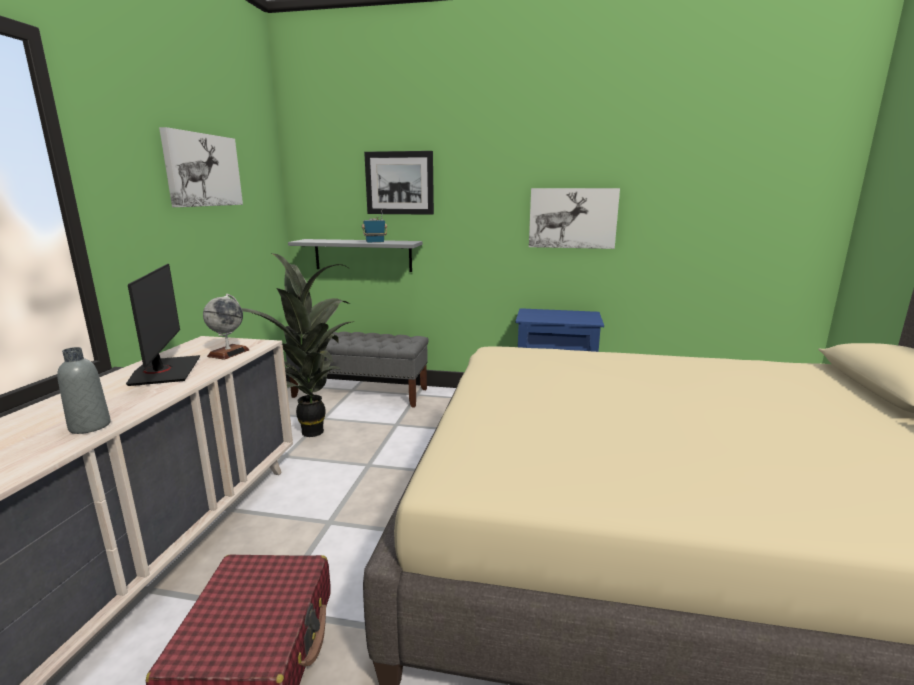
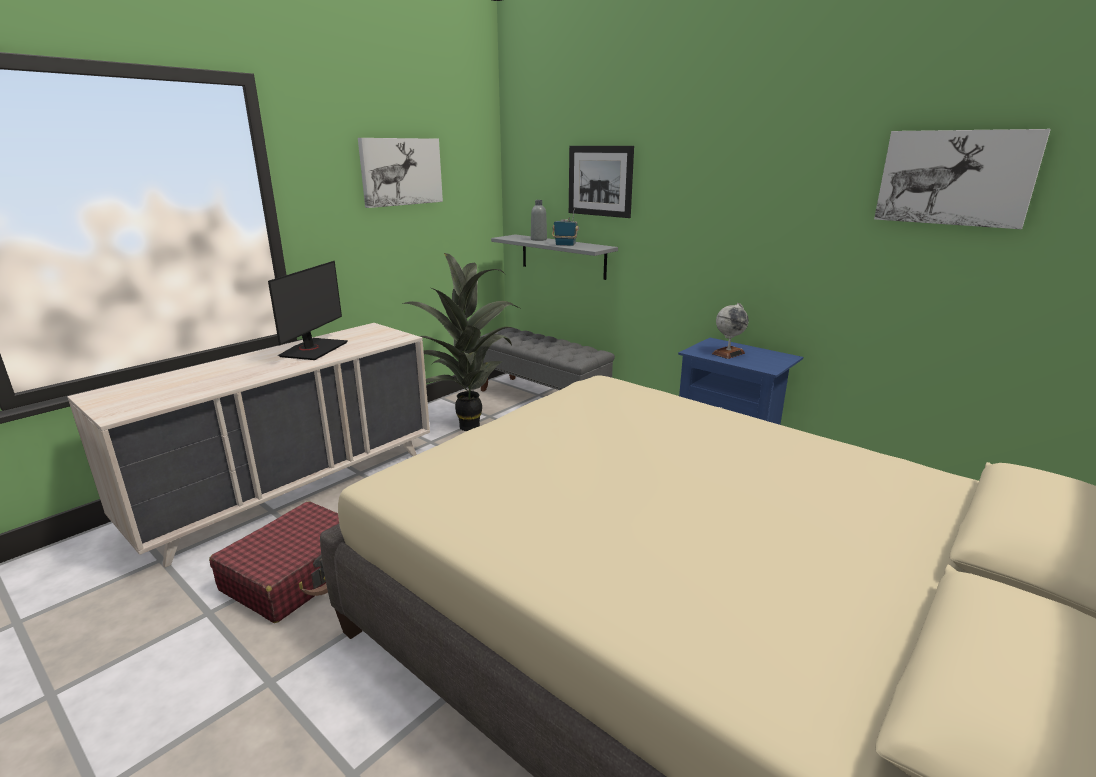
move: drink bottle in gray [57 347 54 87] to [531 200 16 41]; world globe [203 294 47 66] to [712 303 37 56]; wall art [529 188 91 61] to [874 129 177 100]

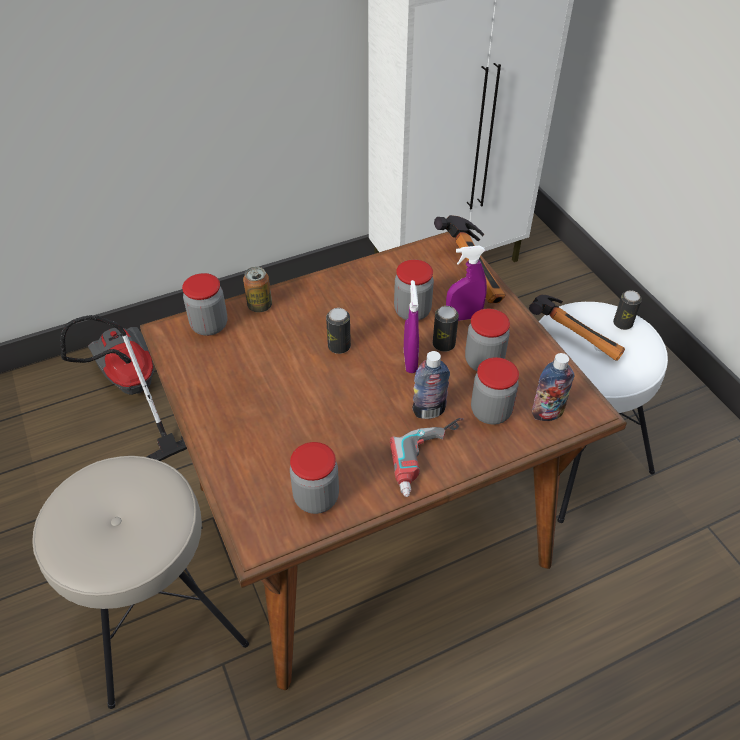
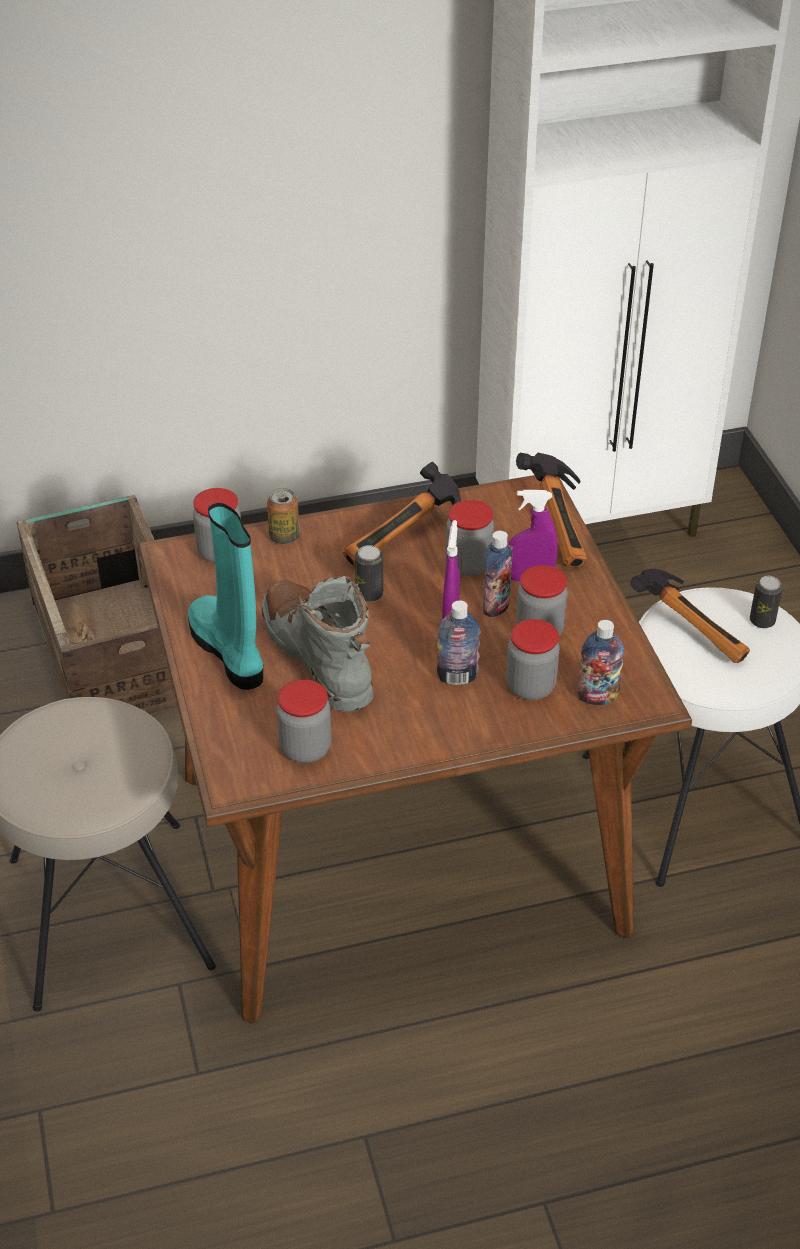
delete: drill [390 418 74 79]
insert: high-top boot in turquoise-coloured [188 503 75 187]; high-top boot in gray [261 576 112 136]; hand hammer [343 462 118 106]
replace: vacuum cleaner [60 315 127 146] to shipping crate [17 495 160 219]; can [433 306 26 46] to drink bottle [483 531 30 87]

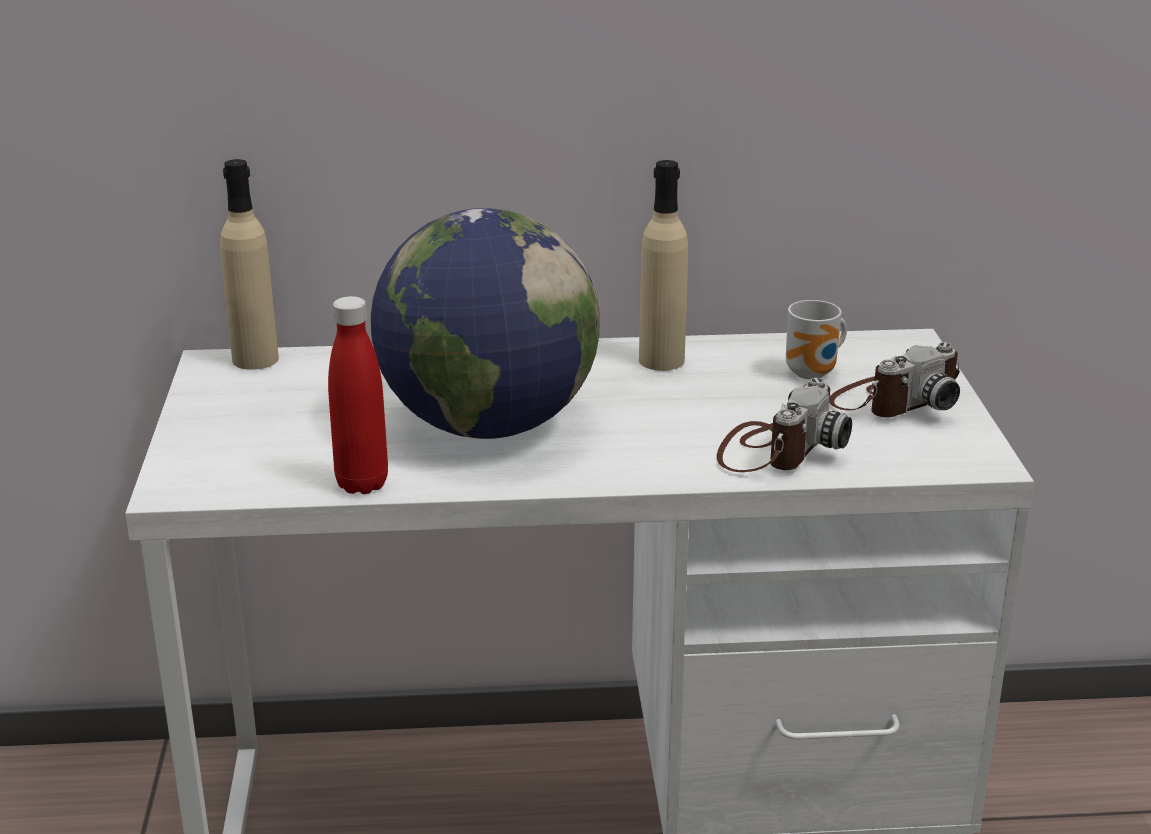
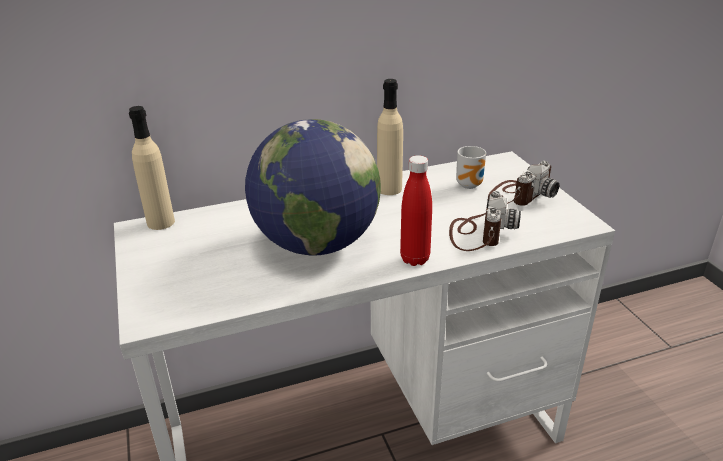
move: drink bottle in red [328 296 60 198] to [400 155 32 111]

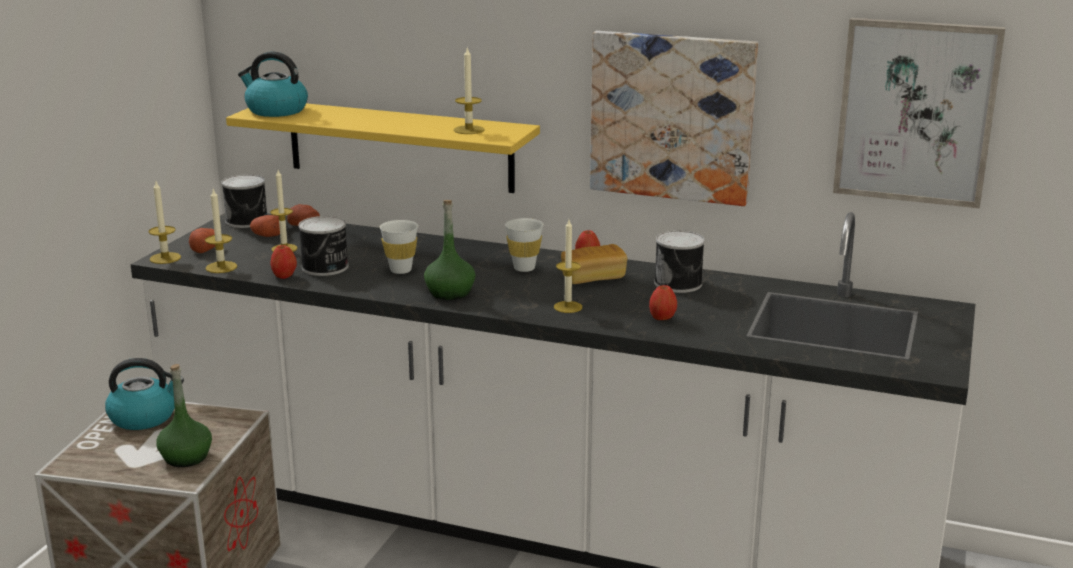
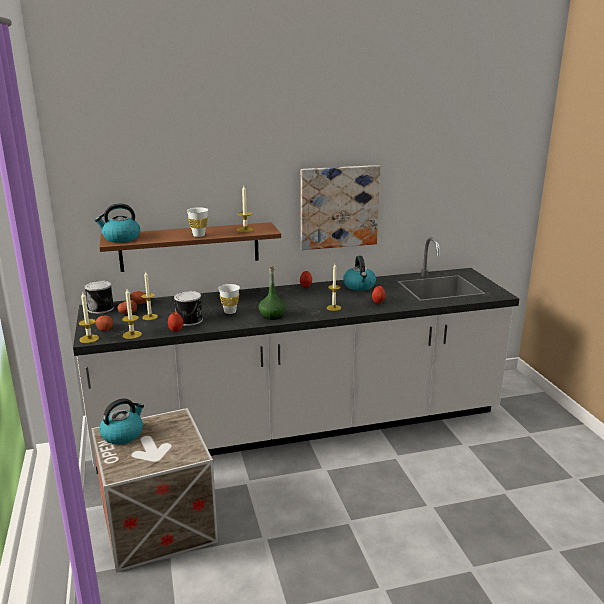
delete: drink bottle in green [156 364 56 103]; baked bread [561 244 66 40]; wall art [833 18 172 191]
move: drinking cup in white [505 218 38 54] to [187 208 21 29]
replace: can [654 230 51 63] to water kettle [343 256 33 35]
recolor: bracket shelf in yellow [226 103 314 90] to bracket shelf in brown [99 222 182 50]

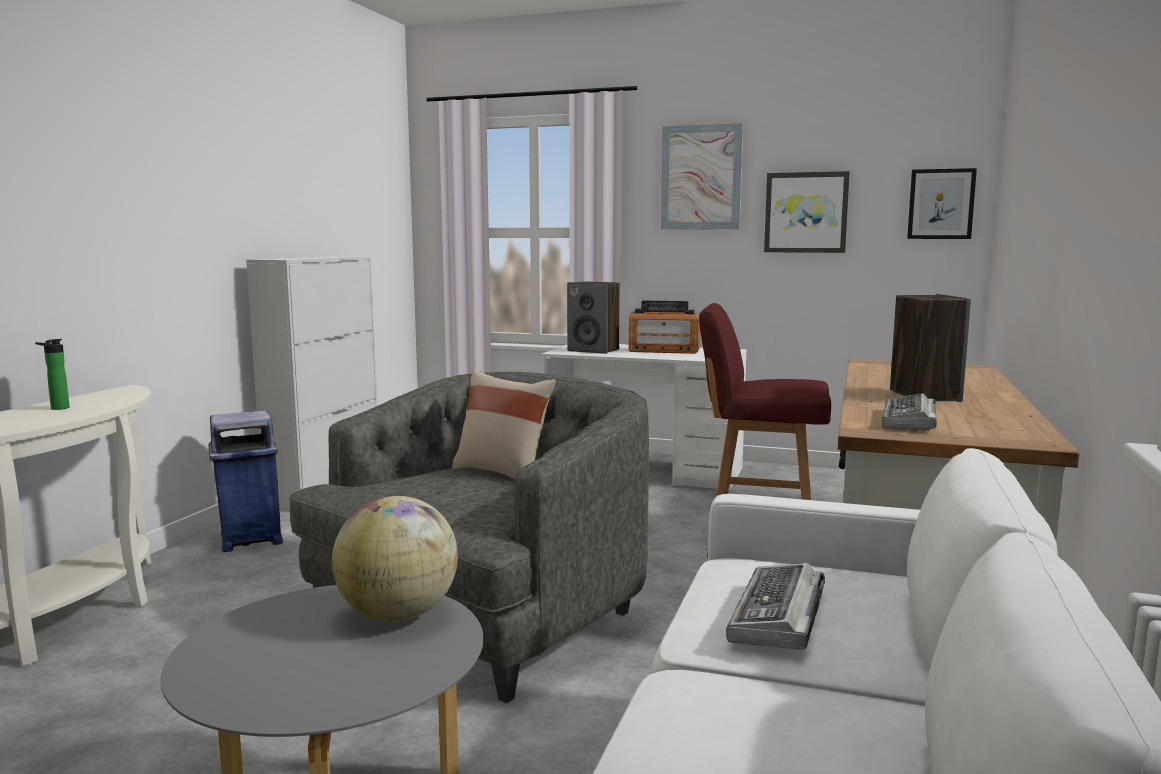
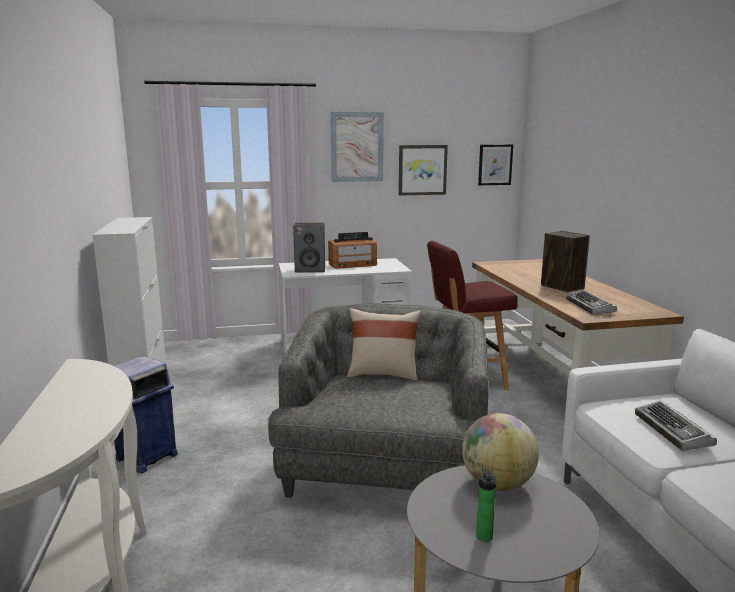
move: drink bottle [35 339 35 71] to [476 470 21 72]

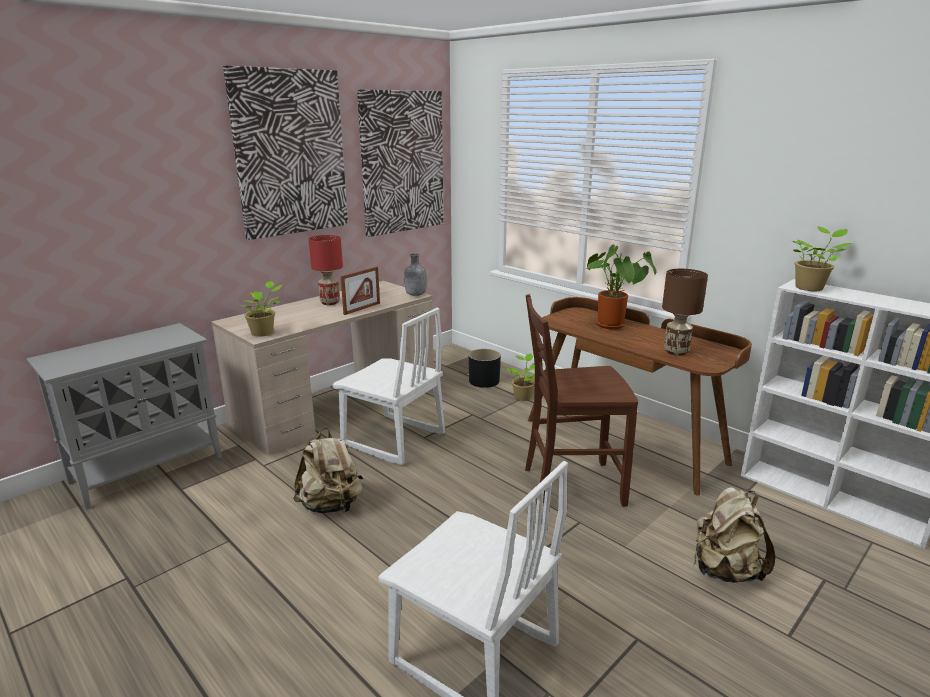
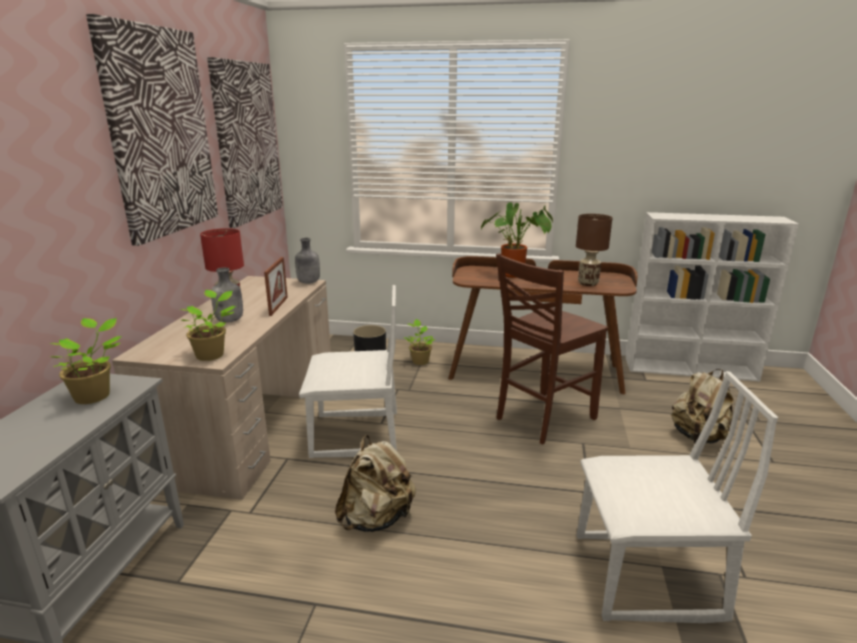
insert: drink bottle in gray [211 268 32 54]
move: plant in a pot [792 226 60 65] to [50 318 72 86]

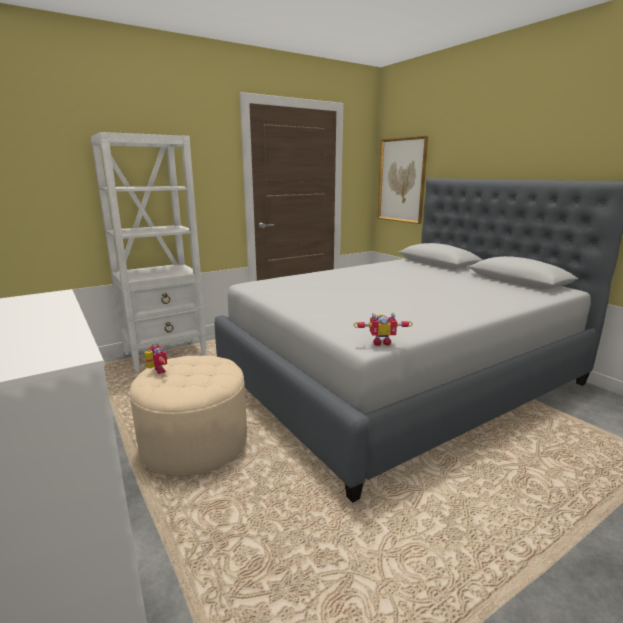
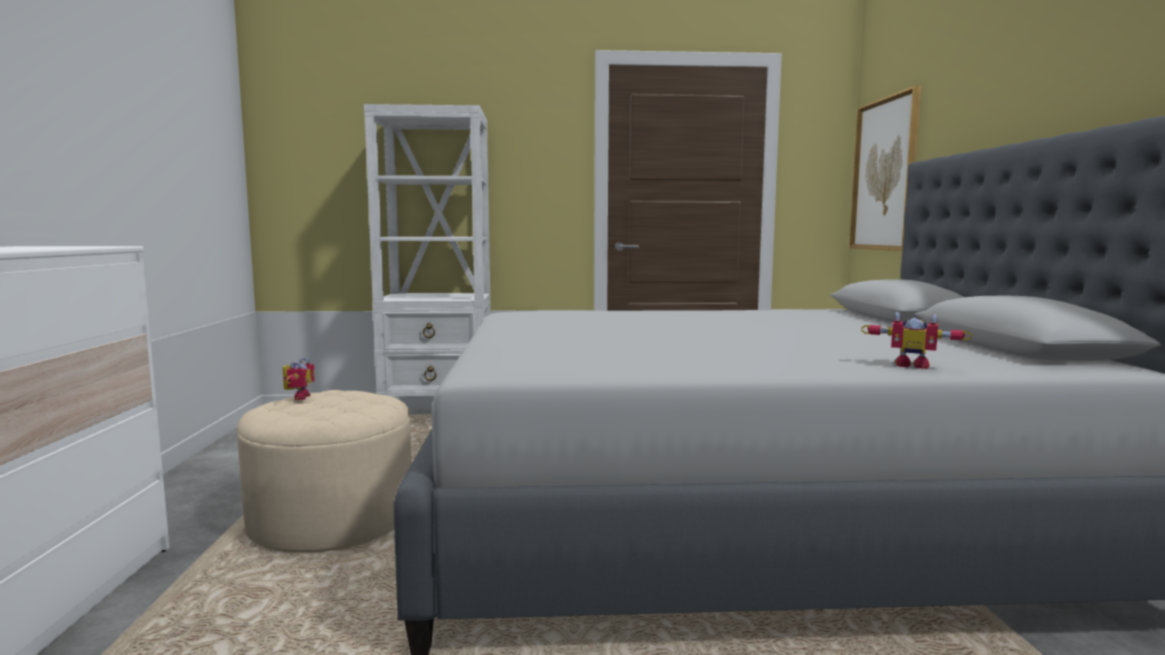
move: robot figure [354 313 59 33] to [861 312 111 57]

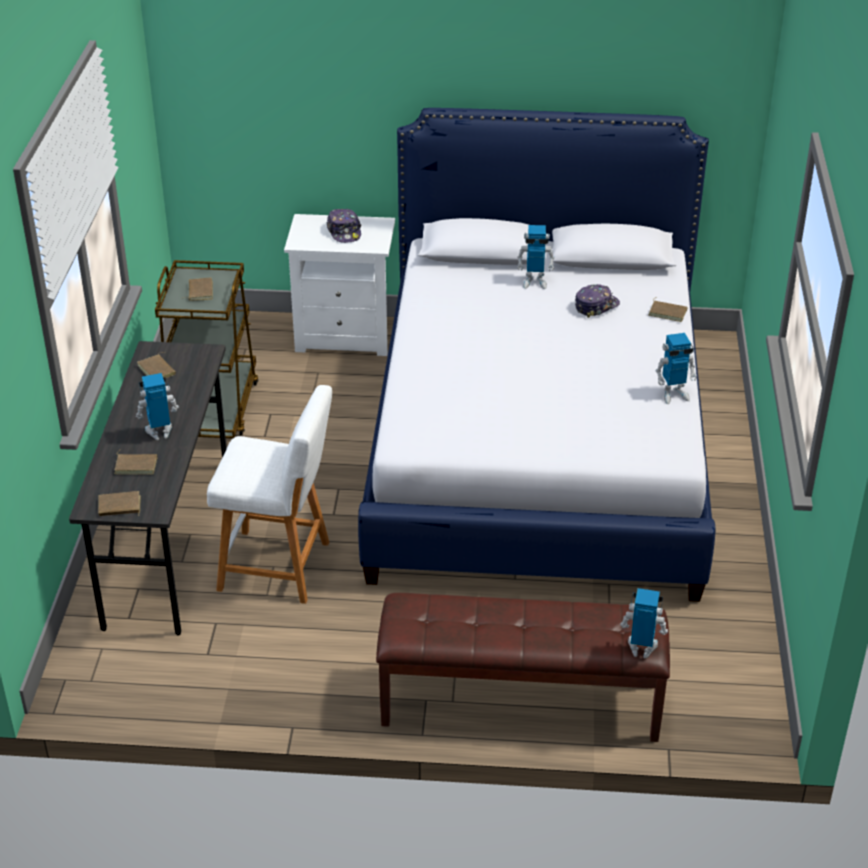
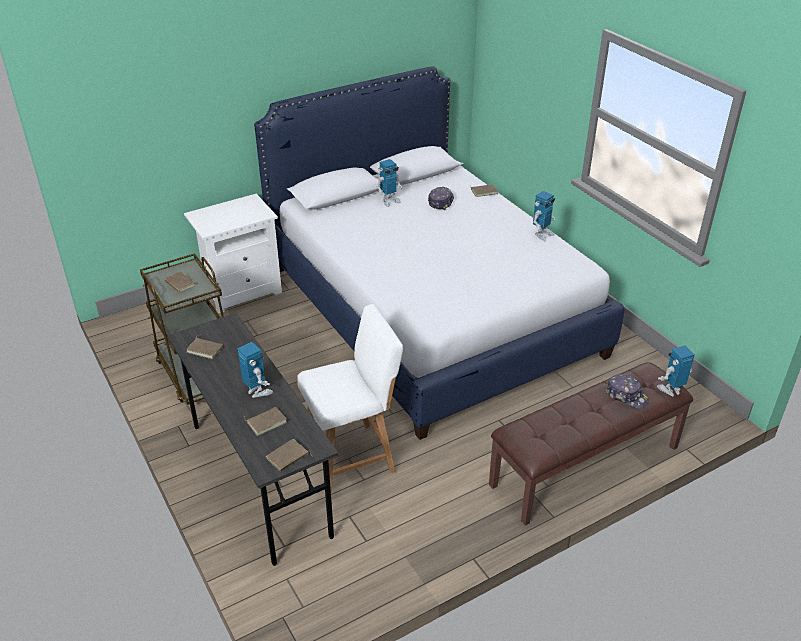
move: baseball cap [327 209 34 34] to [605 374 44 34]
rotate: robot figure [136 373 43 67] = [237 342 36 56] 105 degrees clockwise

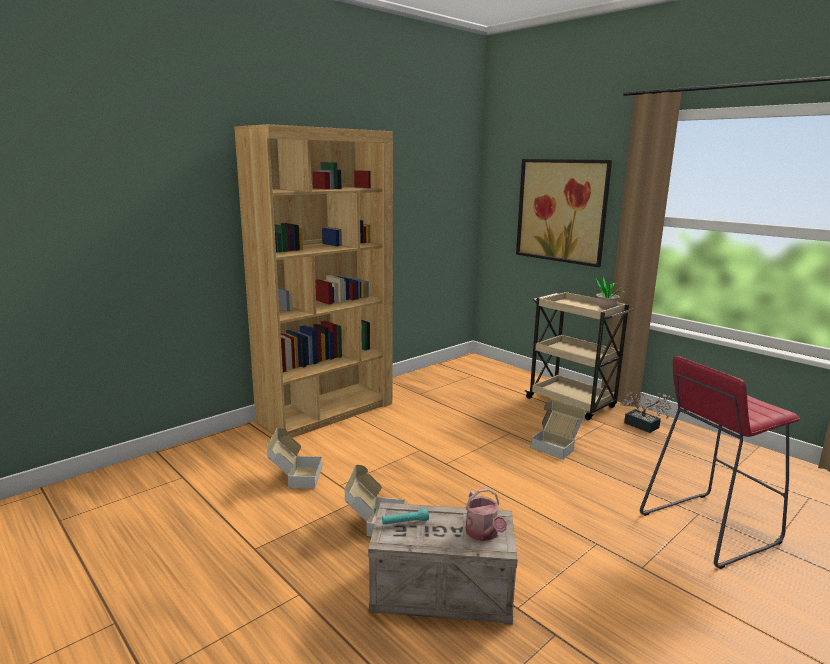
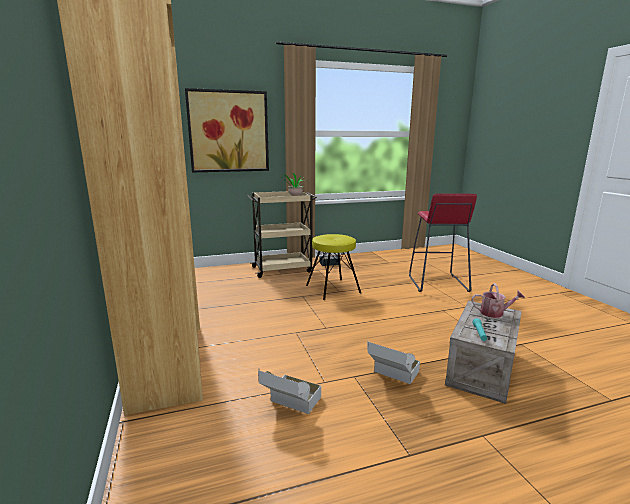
replace: packing box [531 400 54 60] to sitting stool in yellow [306 234 55 66]

